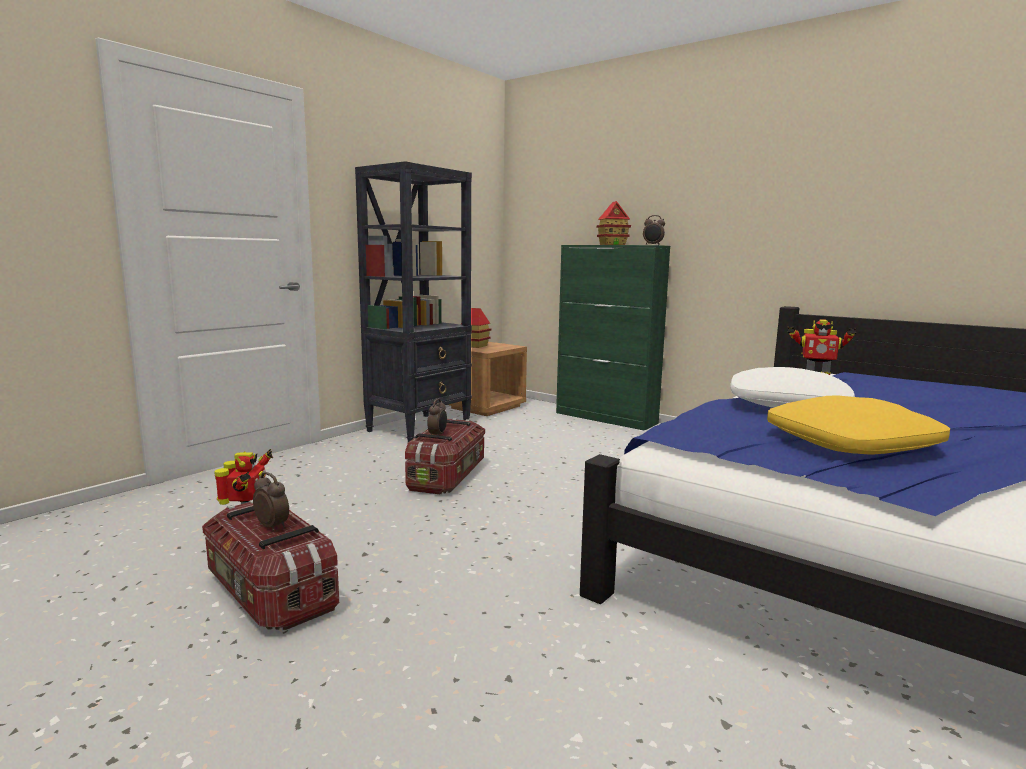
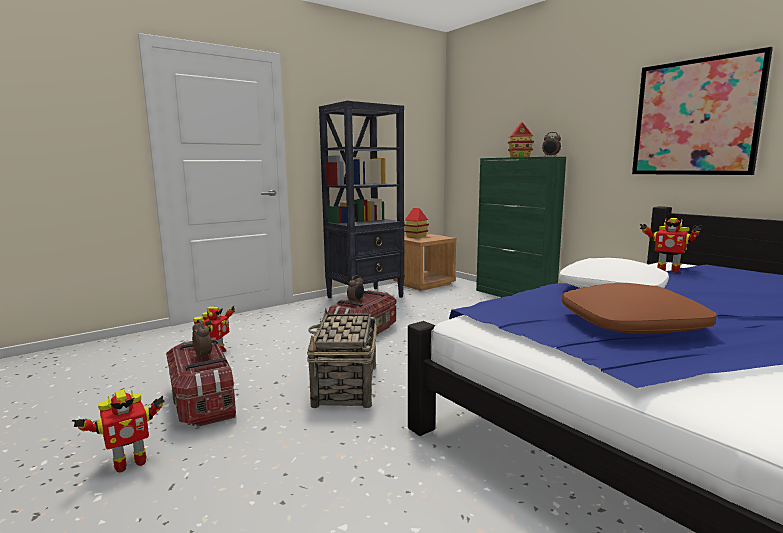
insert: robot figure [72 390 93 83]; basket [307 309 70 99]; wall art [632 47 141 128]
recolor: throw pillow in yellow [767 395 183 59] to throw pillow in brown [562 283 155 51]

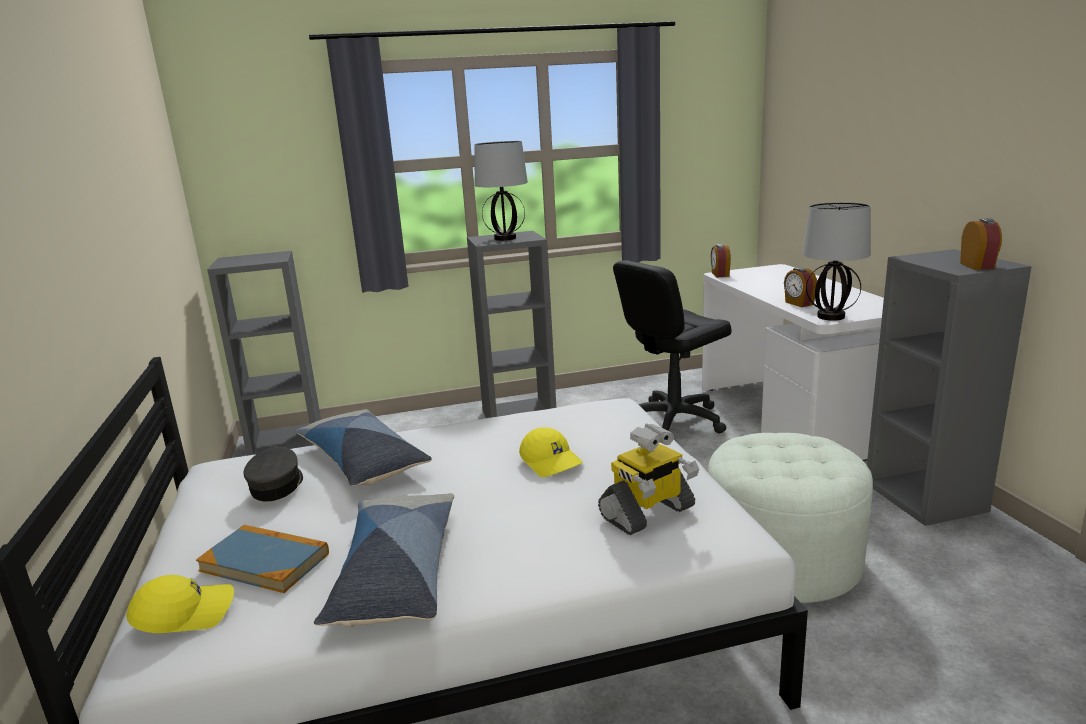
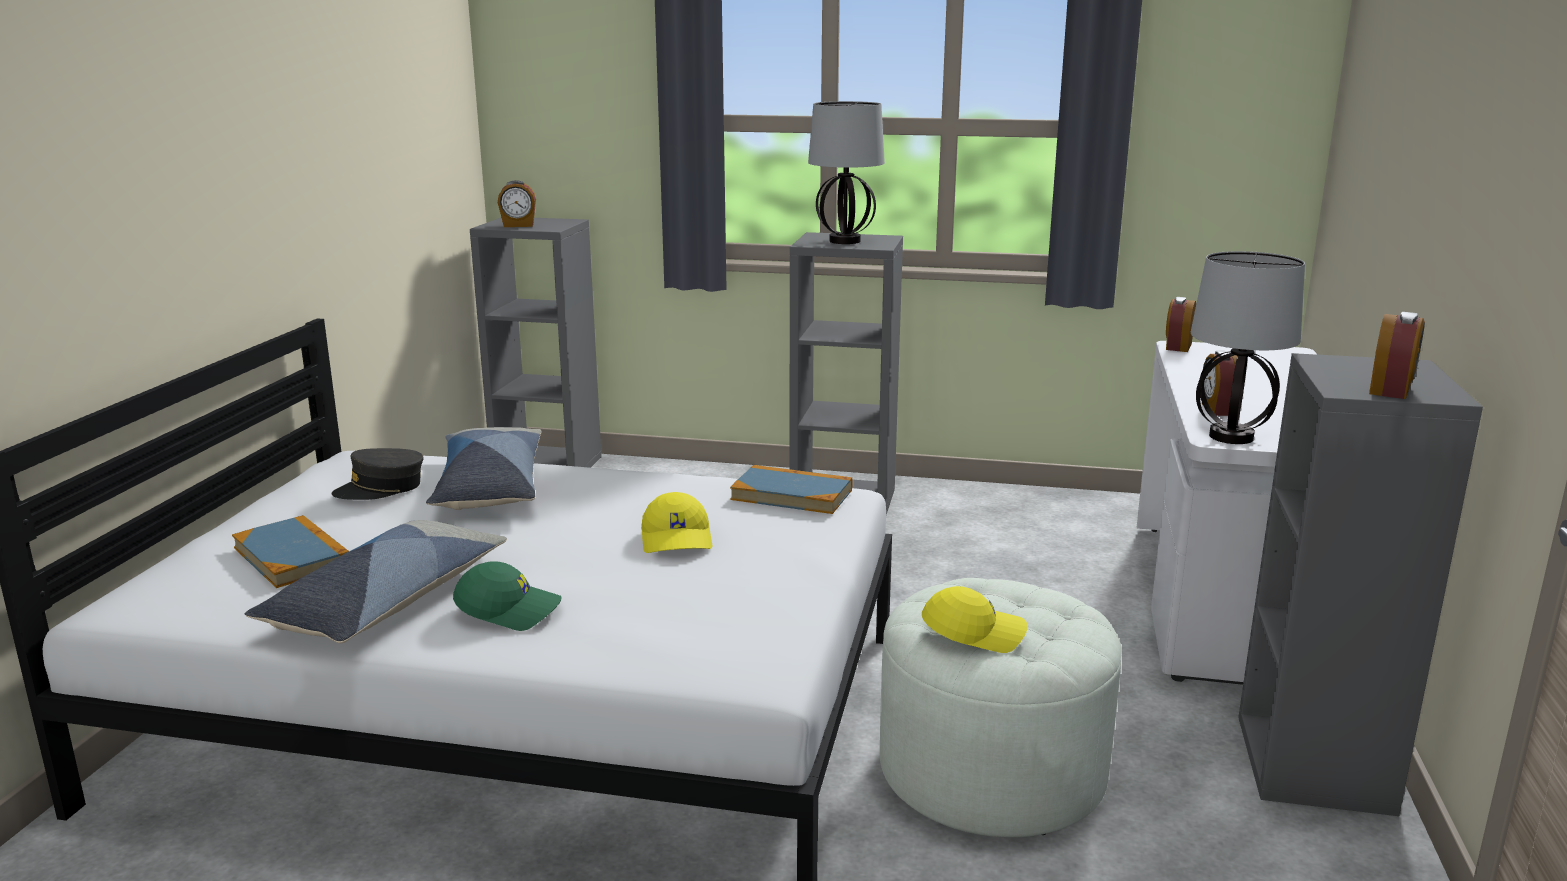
delete: robot figure [598 424 101 111]; desk chair in black [613 260 119 173]
insert: baseball cap in green [453 561 109 70]; alarm clock [498 180 38 47]; book [730 465 123 49]
move: baseball cap in yellow [126 575 108 58] to [922 586 106 67]
rotate: baseball cap in gray [243 447 60 55] = [332 448 92 52] 135 degrees counterclockwise

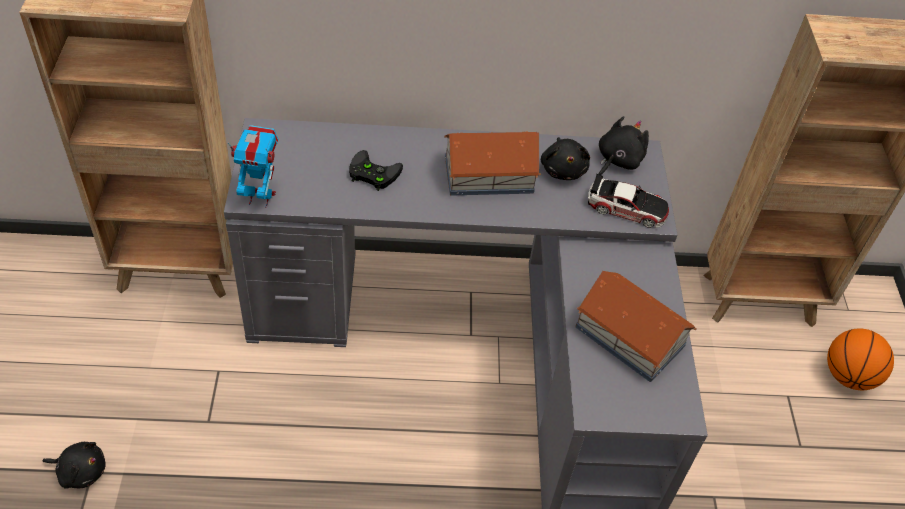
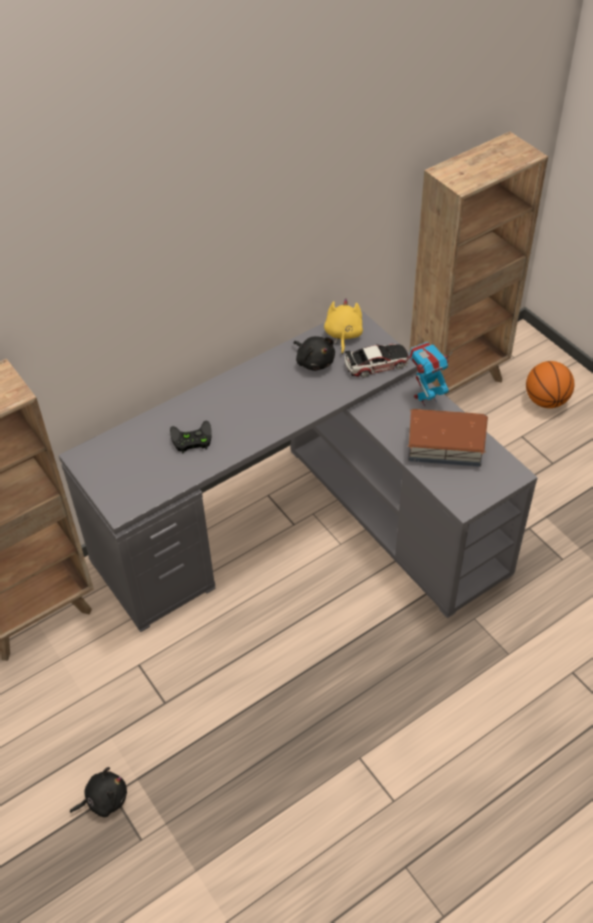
delete: miniature house [444 132 97 64]
move: robot figure [227 125 52 82] to [409 342 44 65]
recolor: cuddly toy in black [598 116 51 59] to cuddly toy in yellow [324 298 39 56]

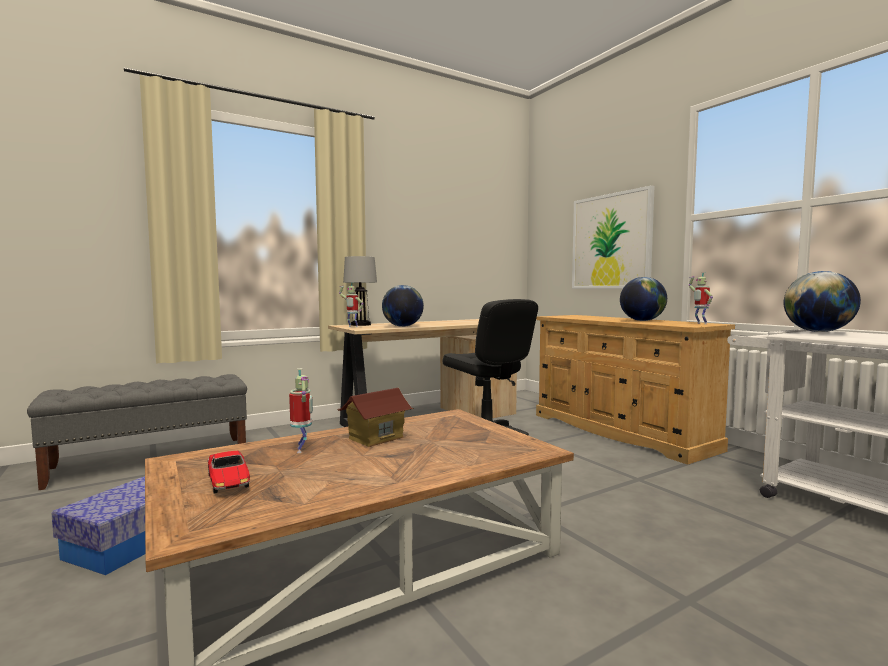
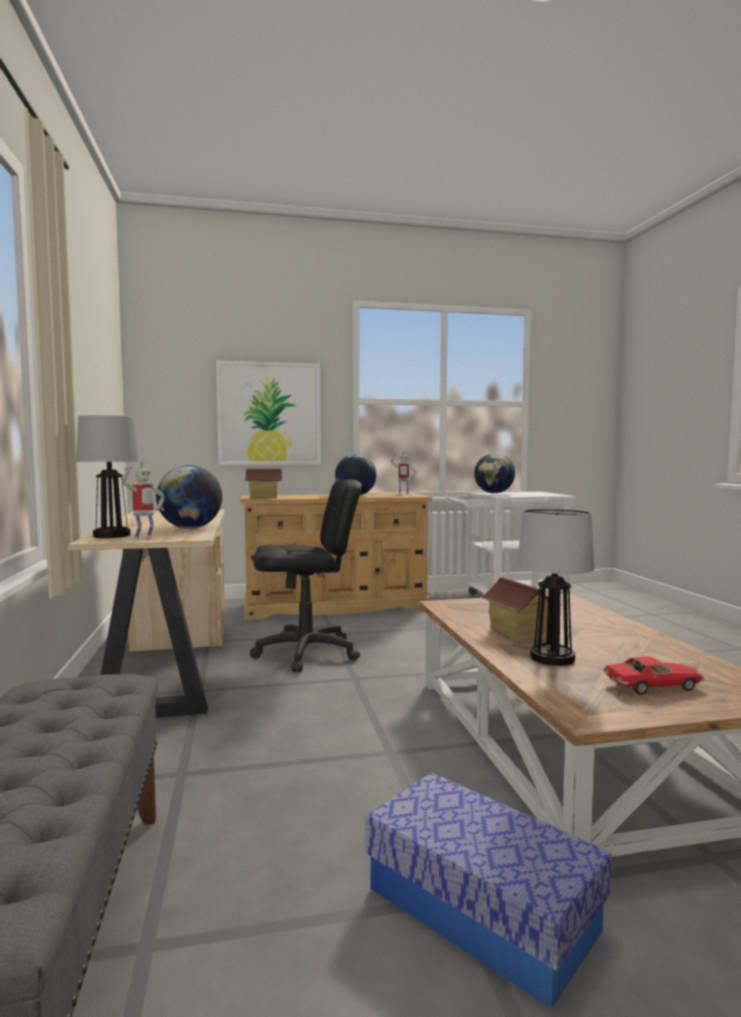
insert: miniature house [245 469 37 30]
replace: robot figure [289 368 24 85] to lamp for a table [517 509 77 157]

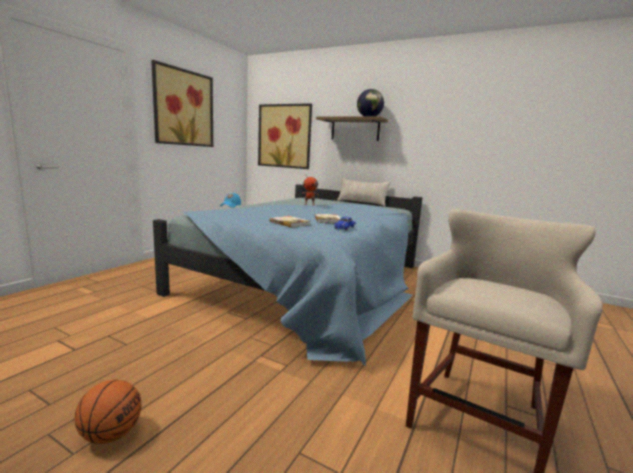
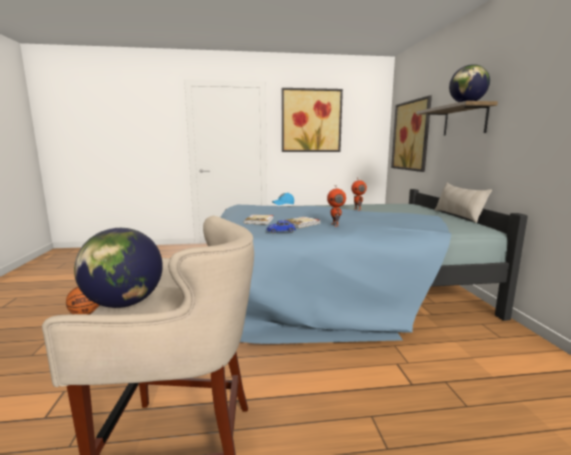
insert: world globe [74 228 89 80]; robot figure [327 185 19 42]

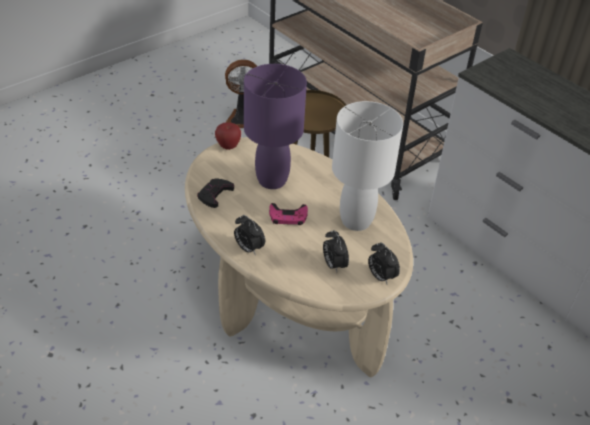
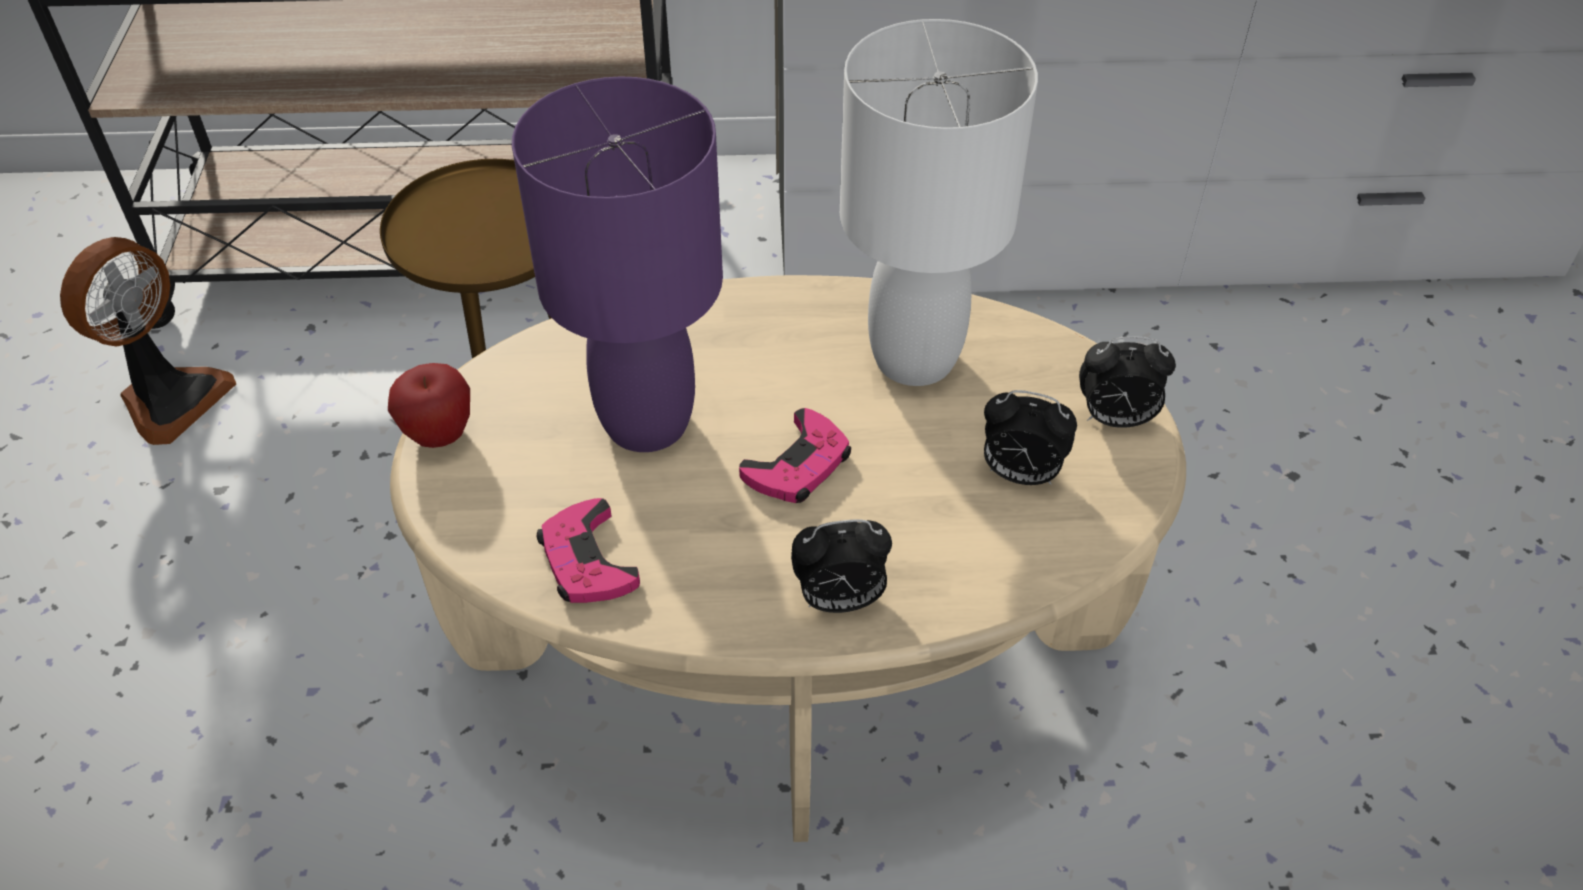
recolor: game controller in black [197 178 37 30] to game controller in pink [537 498 103 105]

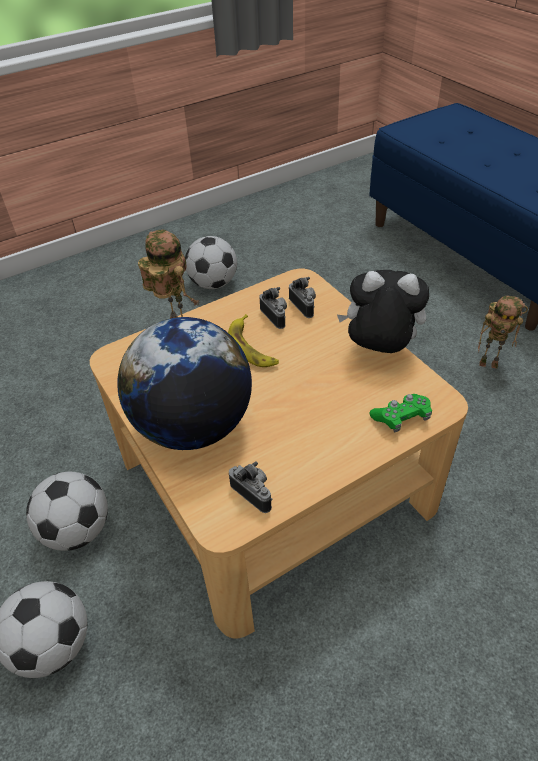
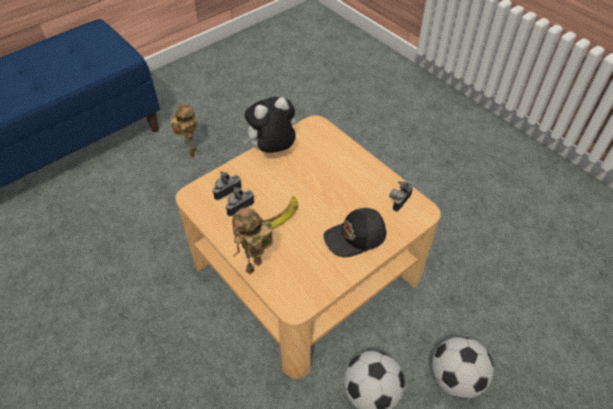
delete: football [185 236 52 53]; game controller in green [369 394 63 38]
replace: world globe [117 317 135 133] to baseball cap in black [323 208 64 49]
rotate: cuddly toy [337 270 92 83] = [242 97 54 56] 60 degrees clockwise

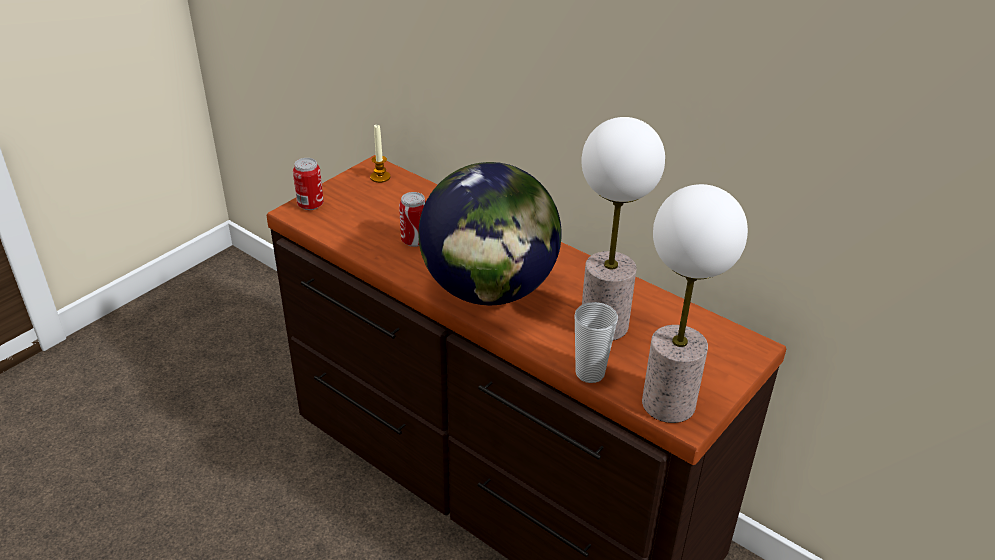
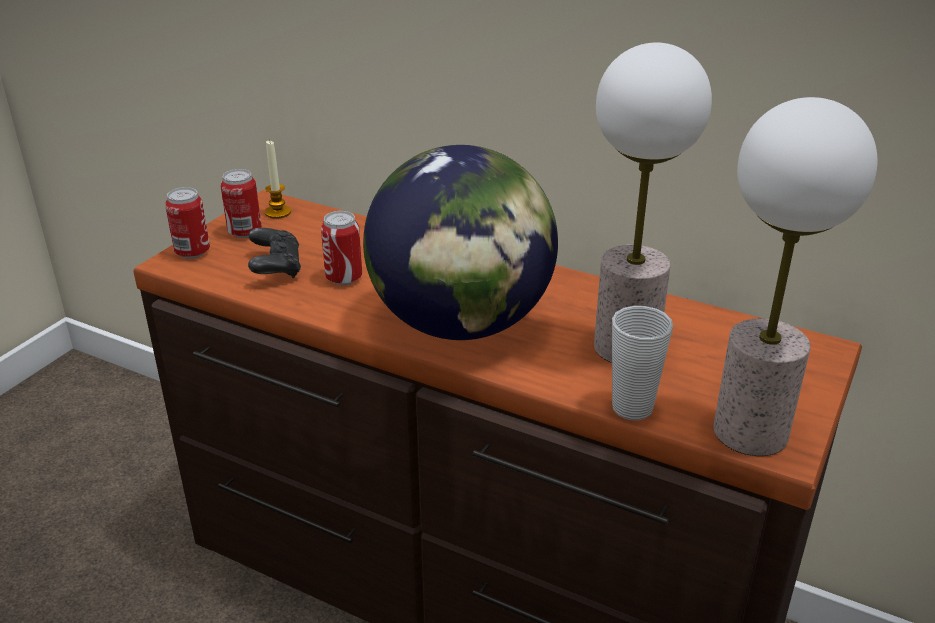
insert: can [220 169 42 69]; game controller in black [248 228 53 50]

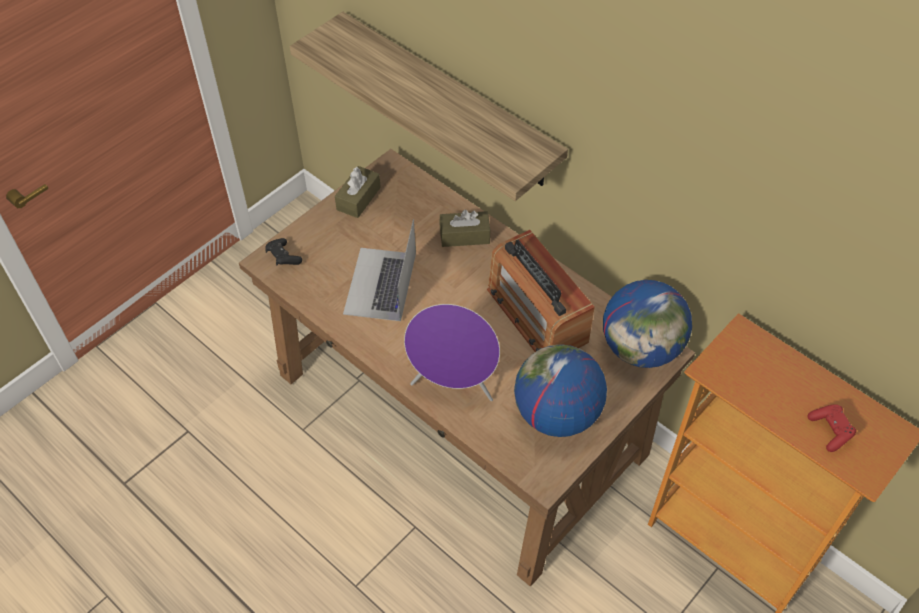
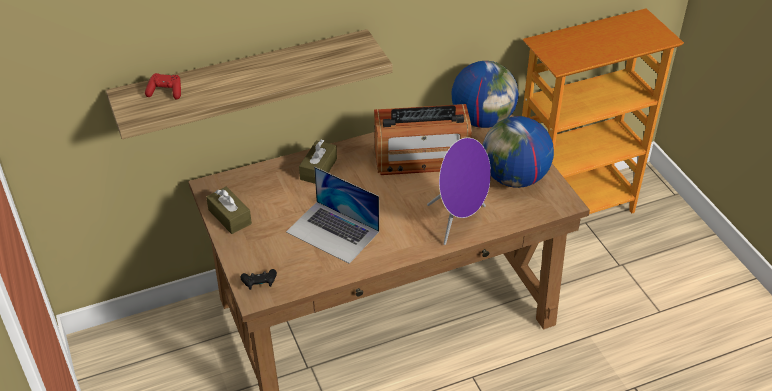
move: game controller in red [807 404 49 48] to [145 73 36 26]

